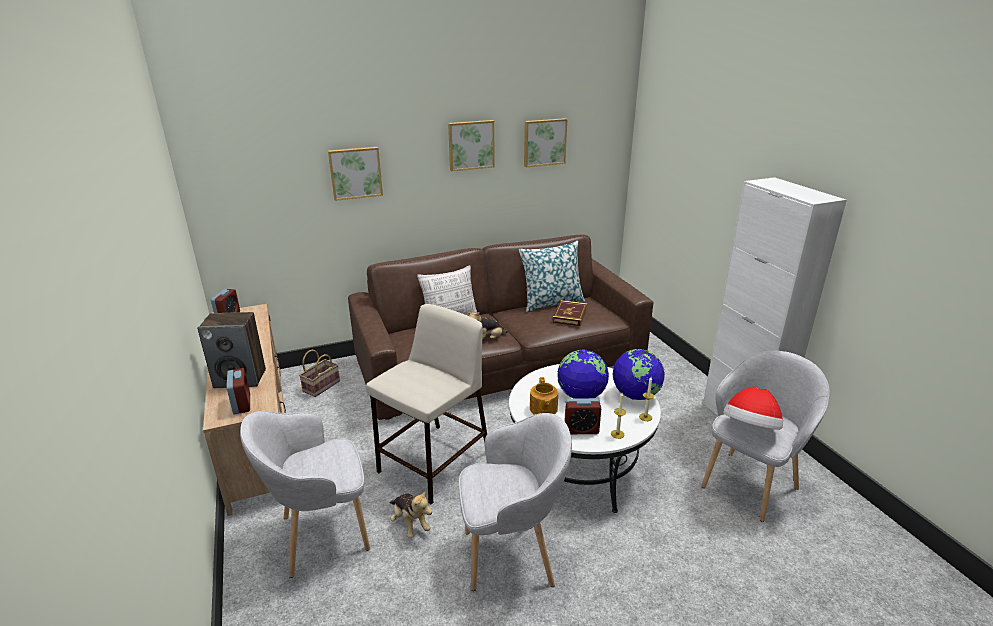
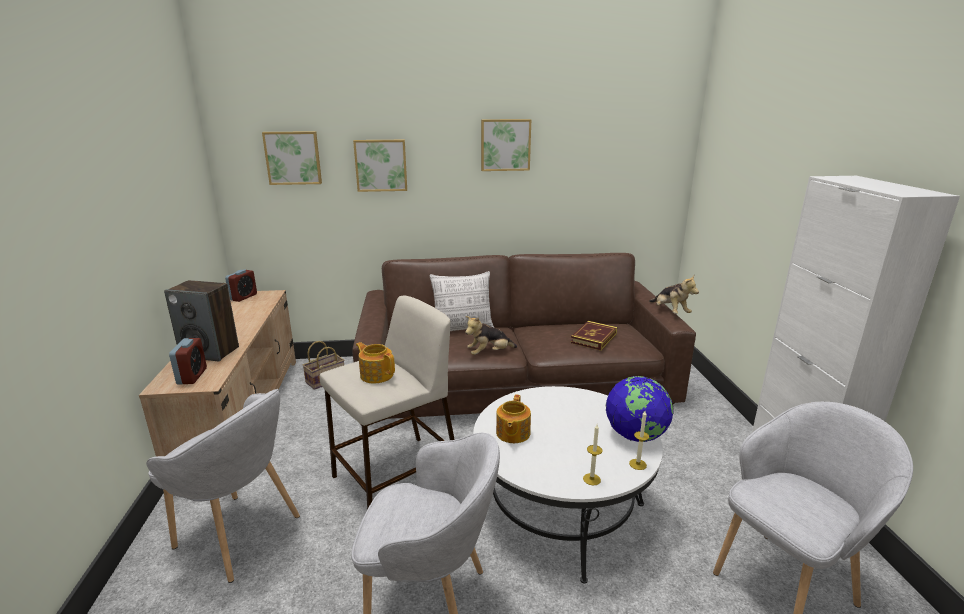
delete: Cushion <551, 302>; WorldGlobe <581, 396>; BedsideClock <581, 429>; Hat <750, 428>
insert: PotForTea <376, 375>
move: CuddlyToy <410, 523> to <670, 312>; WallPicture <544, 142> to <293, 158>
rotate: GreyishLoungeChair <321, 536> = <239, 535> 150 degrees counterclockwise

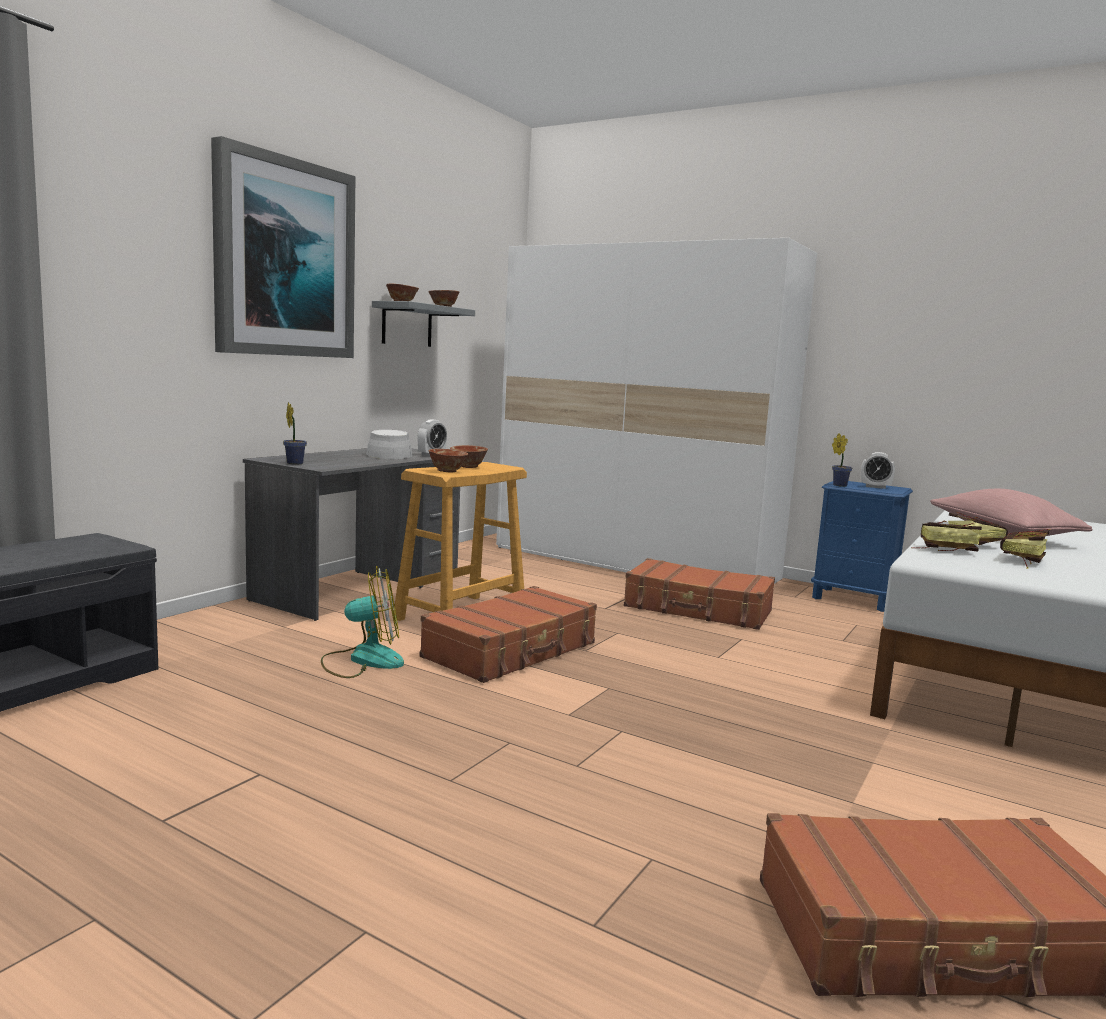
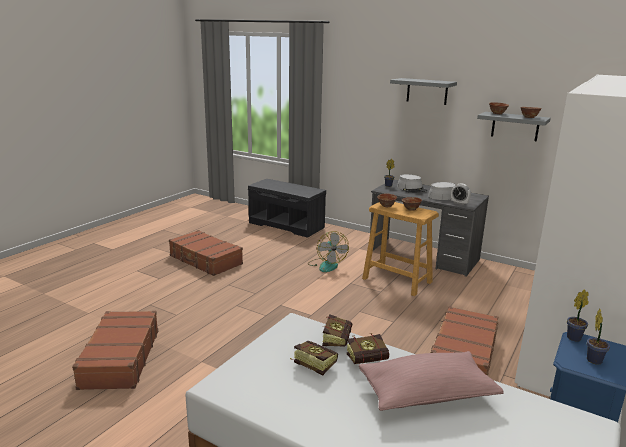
insert: GreyishHat <411, 189>
move: BrownSuitcase <512, 651> to <205, 260>
replace: WallPicture <284, 259> to GreyishBracketShelf <427, 91>; BedsideClock <875, 487> to Houseplant <593, 359>

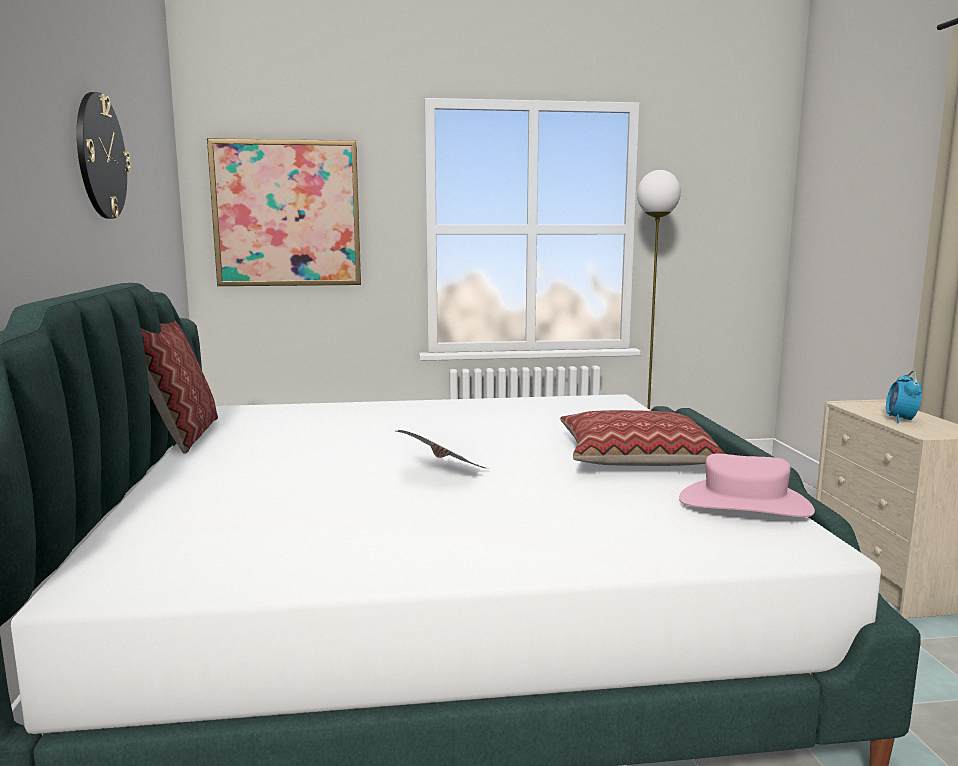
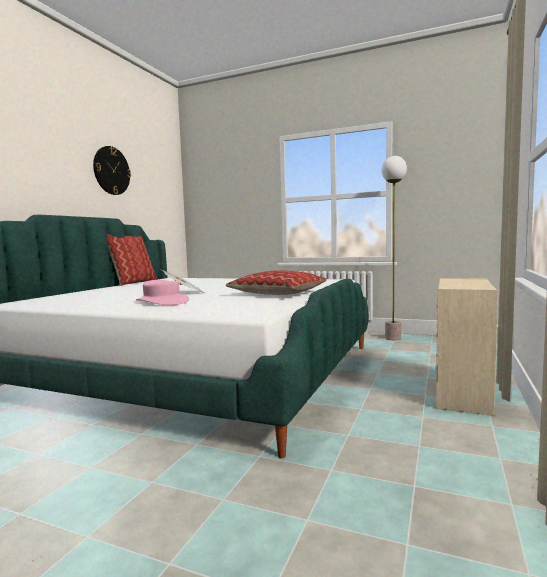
delete: WallPicture <287, 214>; BedsideClock <901, 420>
move: PinkHat <744, 504> to <162, 302>

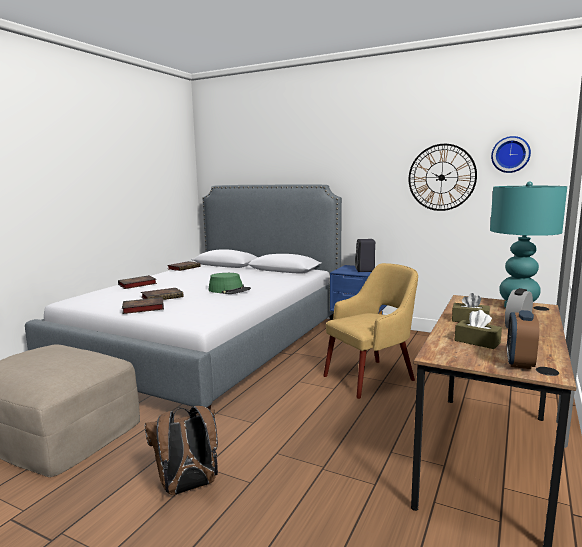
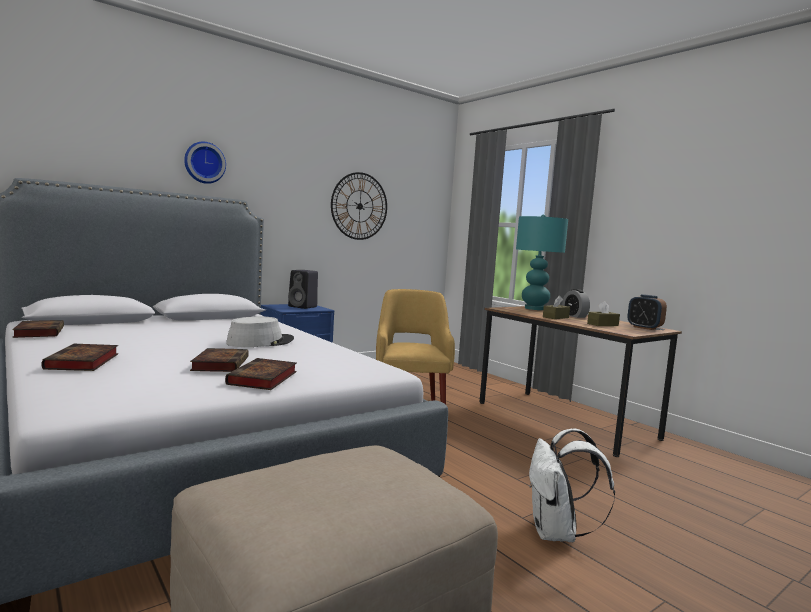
move: WallClock <510, 154> to <204, 163>
recolor: BrownBackpack <188, 487> to WhitishBackpack <557, 533>; GreenColouredHat <229, 290> to GreyishHat <260, 342>

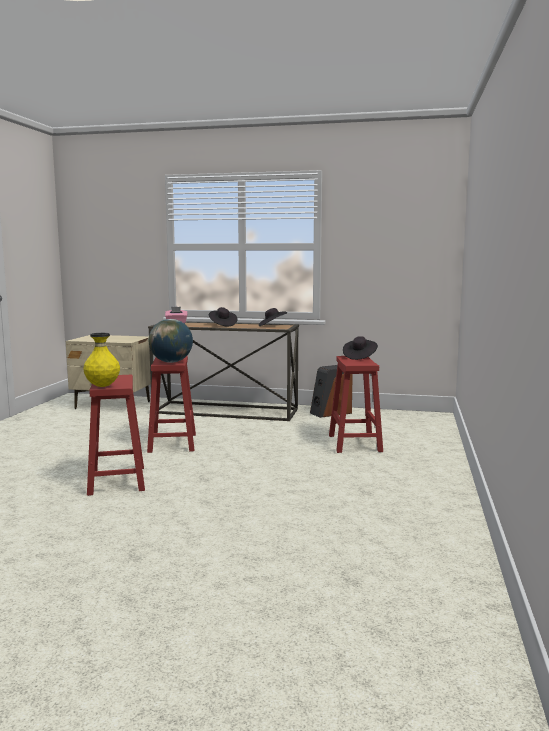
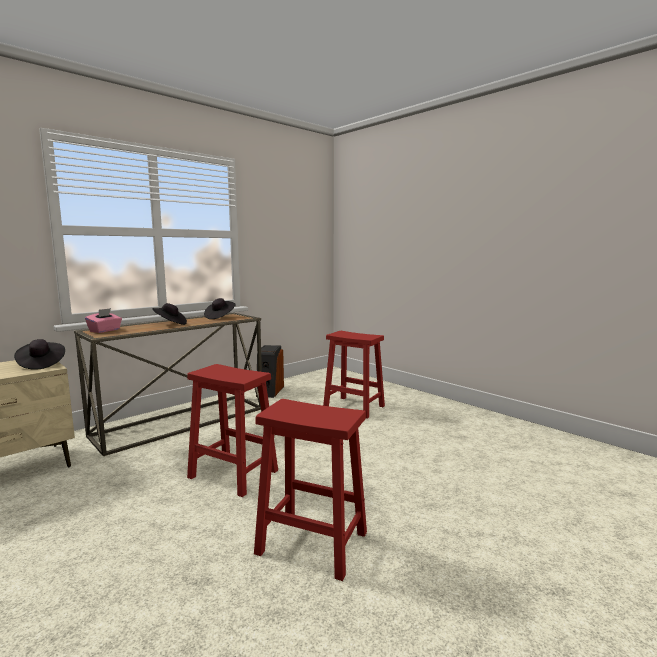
delete: YellowishFlowerVase <102, 386>; WorldGlobe <171, 362>
move: BlackColouredHat <359, 357> to <41, 364>

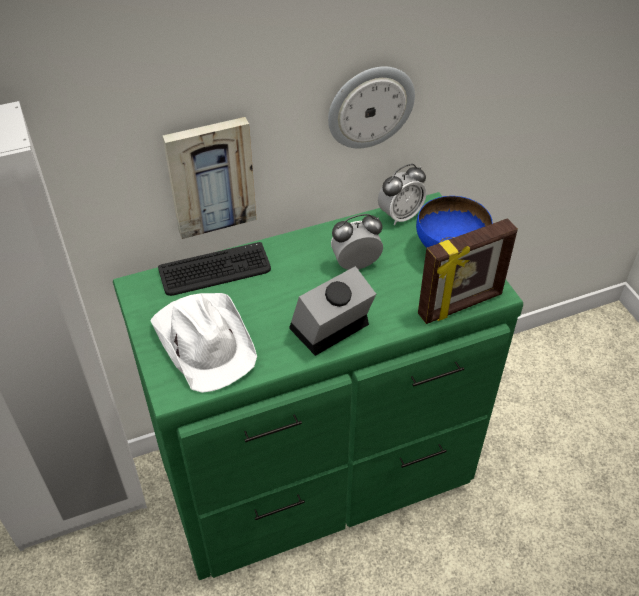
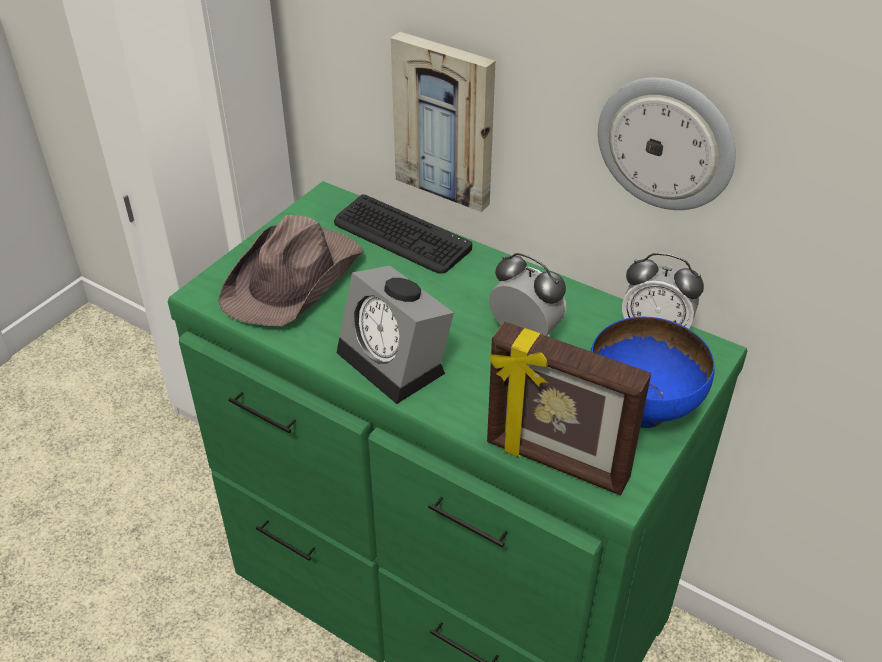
recolor: WhitishHat <205, 341> to BrownHat <295, 278>
rotate: BedsideClock <329, 330> = <397, 362> 150 degrees counterclockwise

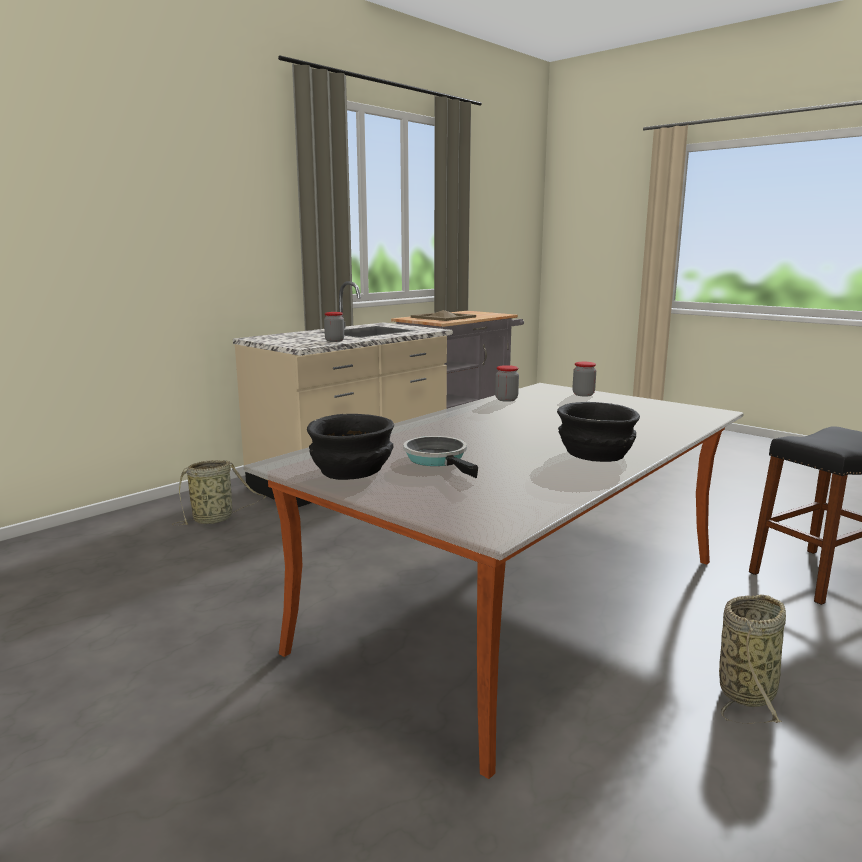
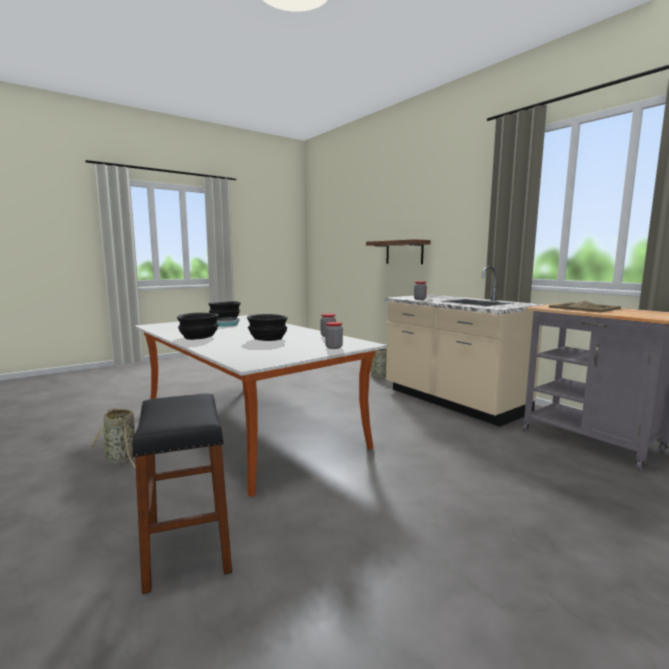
insert: BlackColouredDeepDish <267, 338>; BracketShelf <404, 252>

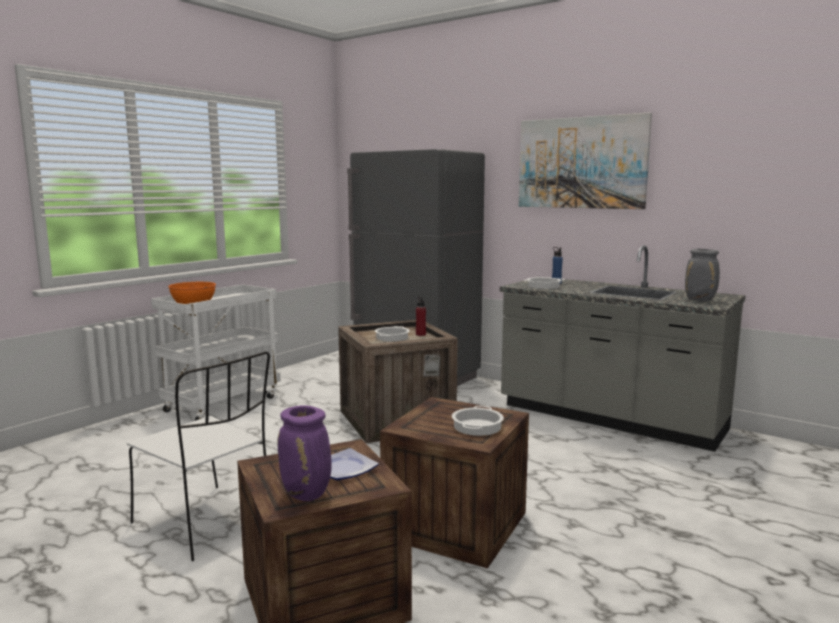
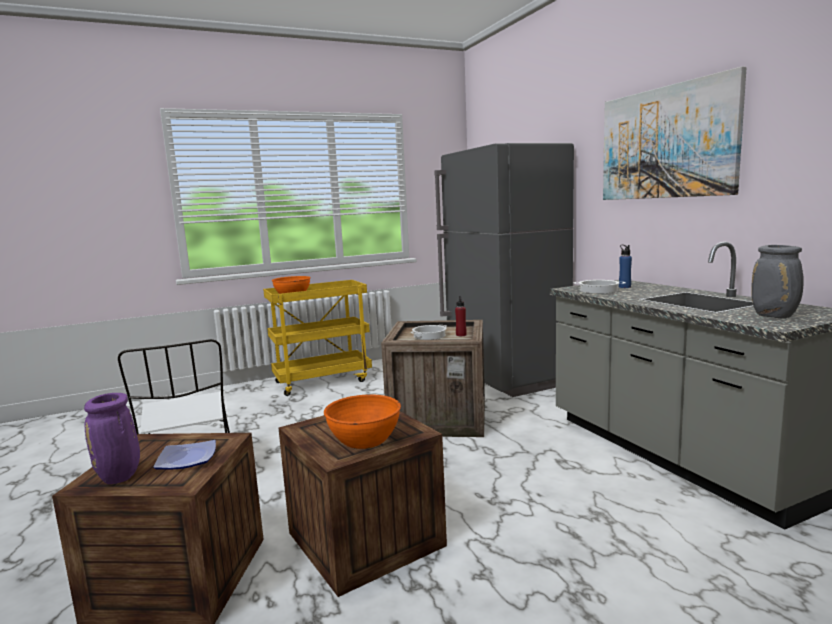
replace: Stockpot <477, 427> to OrangeyDeepDish <364, 440>
recolor: WhitishWheeledCart <223, 403> to YellowishWheeledCart <323, 381>

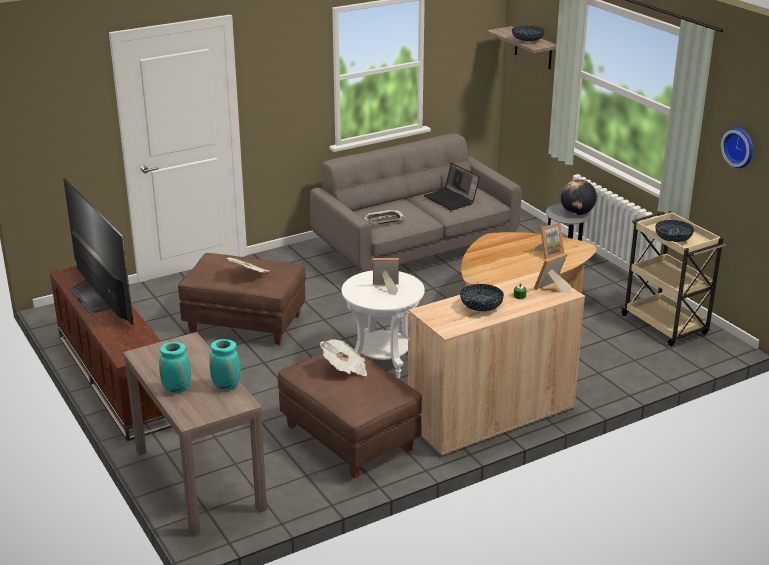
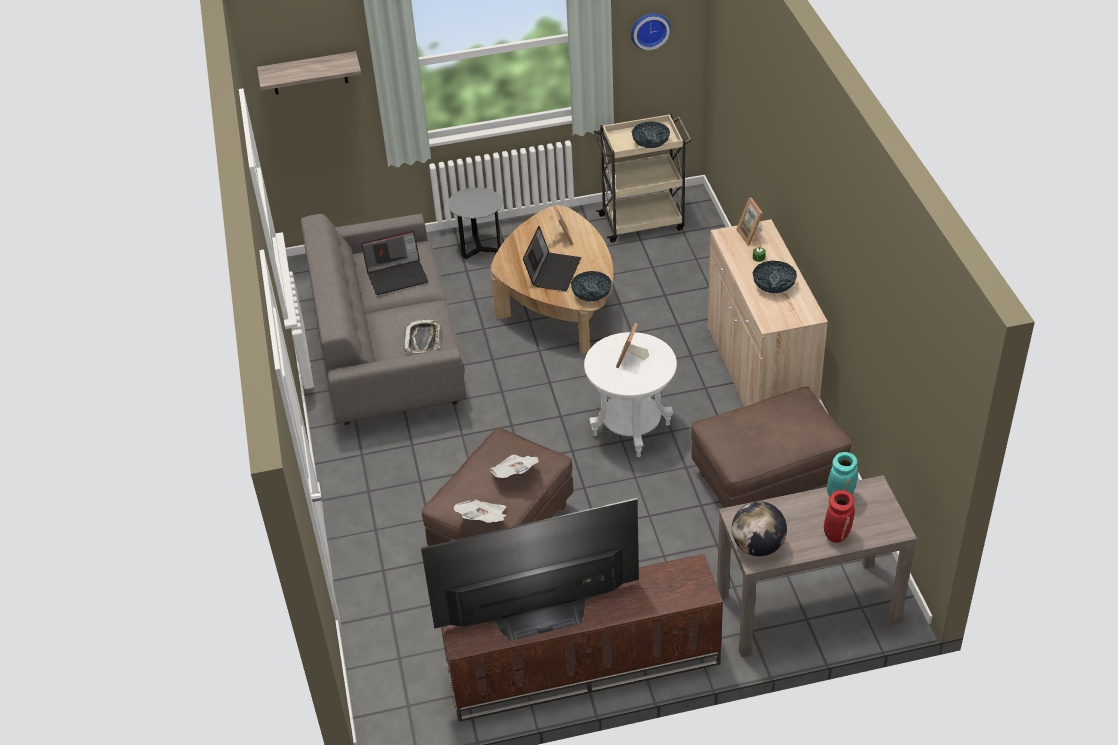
insert: Laptop <552, 271>
move: Newspaper <345, 369> to <483, 520>; DeepDish <527, 41> to <591, 295>; WorldGlobe <577, 213> to <757, 546>
recolor: BlueGreenFlowerVase <177, 389> to RedColouredFlowerVase <836, 534>

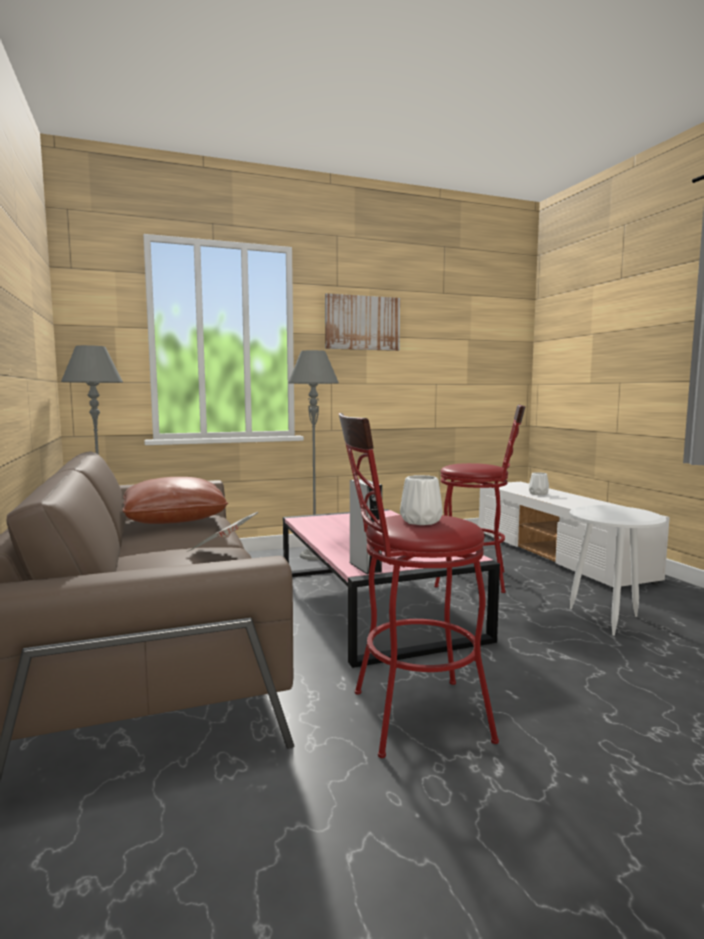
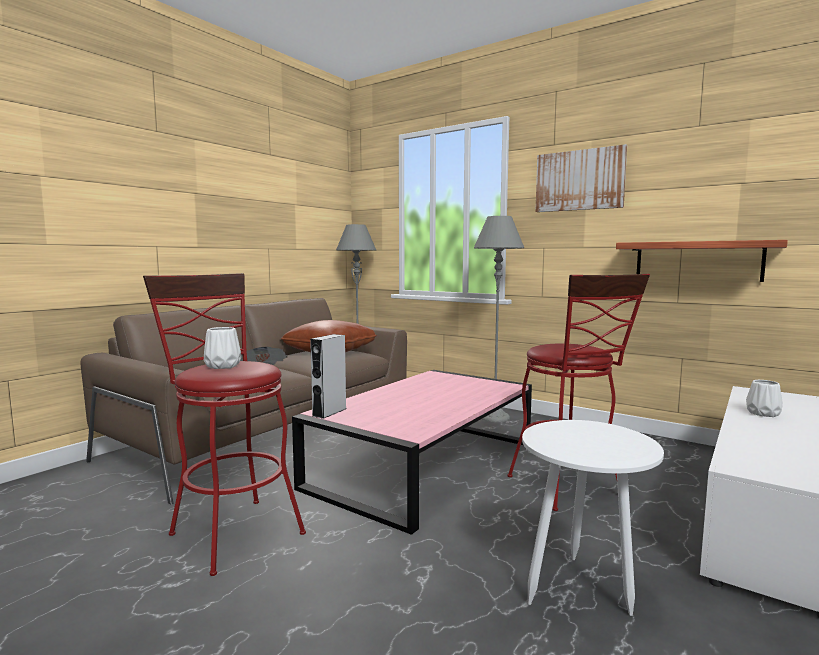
insert: BracketShelf <697, 261>

